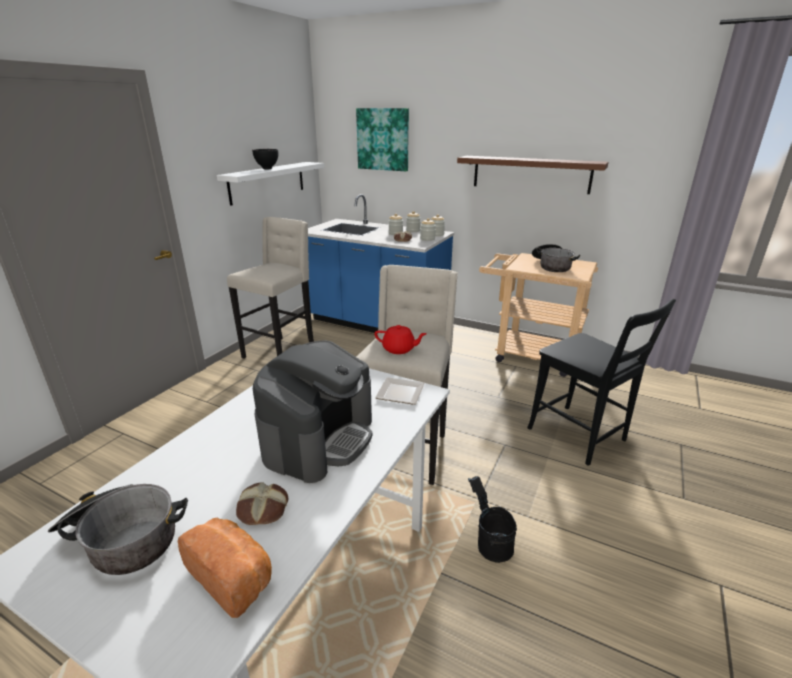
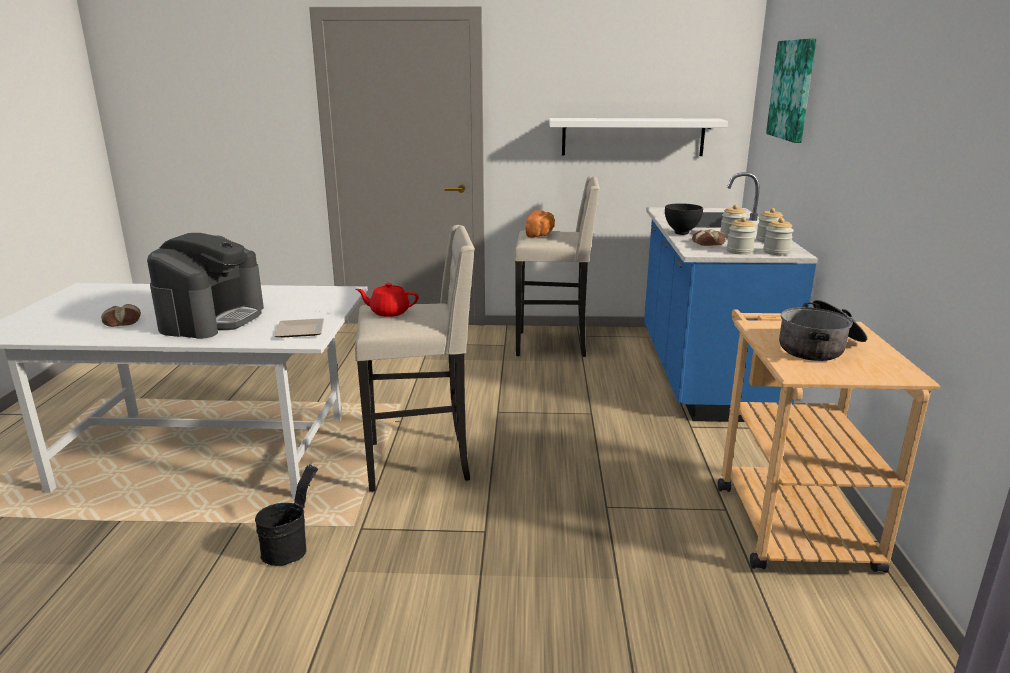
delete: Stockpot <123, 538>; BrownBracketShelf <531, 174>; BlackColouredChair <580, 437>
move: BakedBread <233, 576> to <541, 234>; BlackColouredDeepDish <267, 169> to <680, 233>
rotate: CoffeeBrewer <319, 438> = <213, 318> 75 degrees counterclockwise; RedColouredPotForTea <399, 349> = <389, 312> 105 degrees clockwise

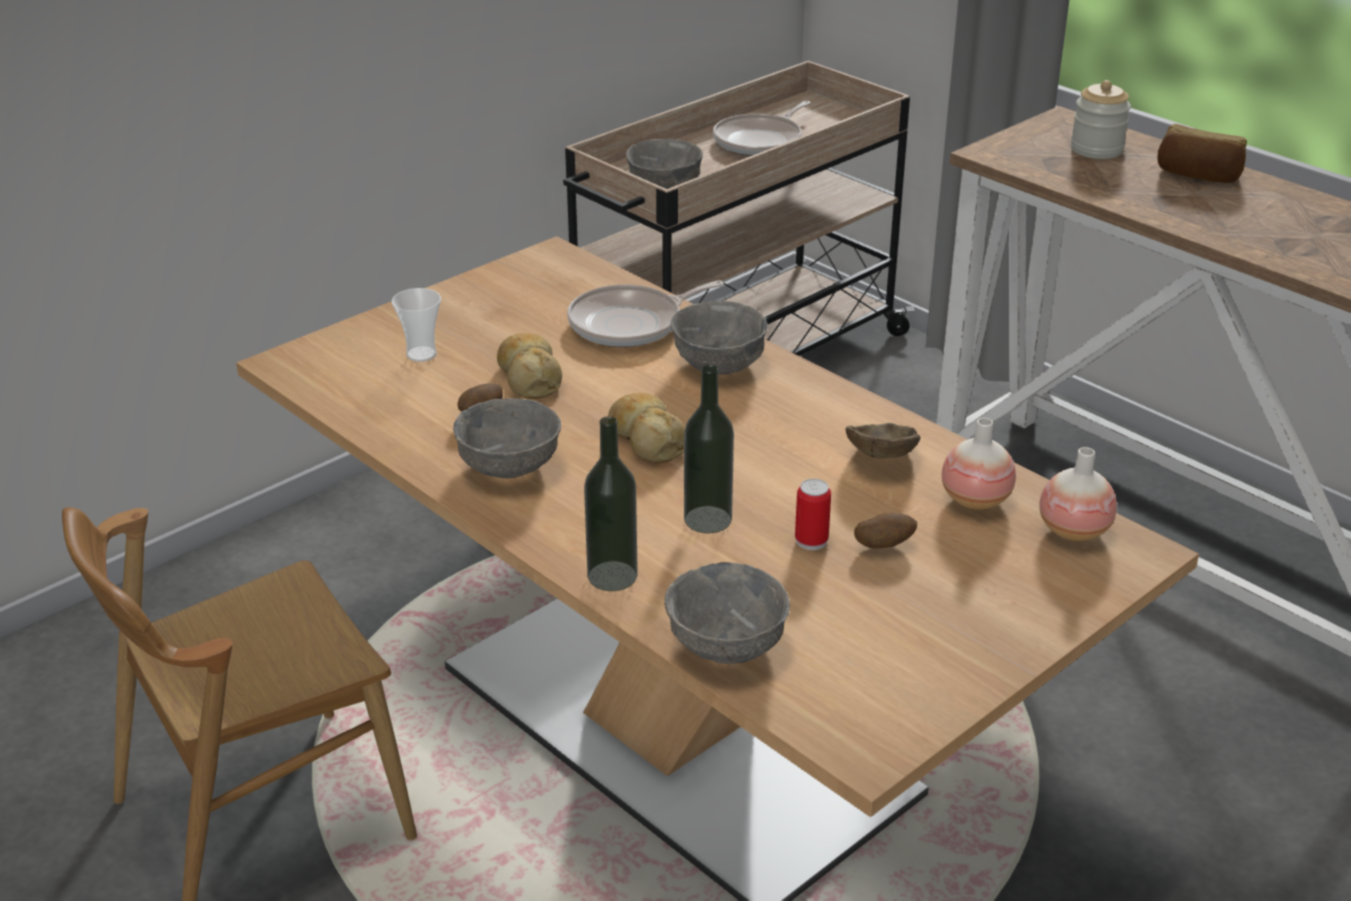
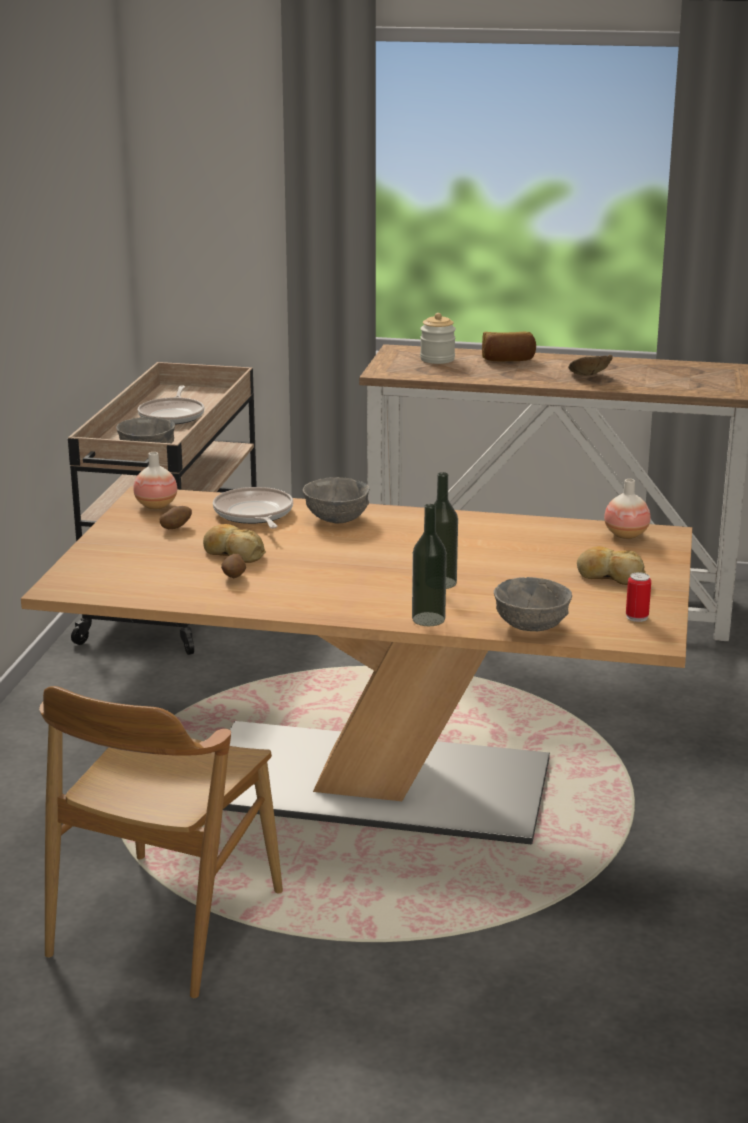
delete: Cup <421, 354>; GreyishDeepDish <508, 467>
move: BakedBread <646, 439> to <610, 576>; MetalCan <811, 540> to <637, 617>; BrownDeepDish <883, 456> to <588, 376>; WholePotato <884, 546> to <176, 528>; FlowerVase <975, 500> to <156, 506>
rotate: Skillet <631, 324> = <254, 514> 135 degrees clockwise

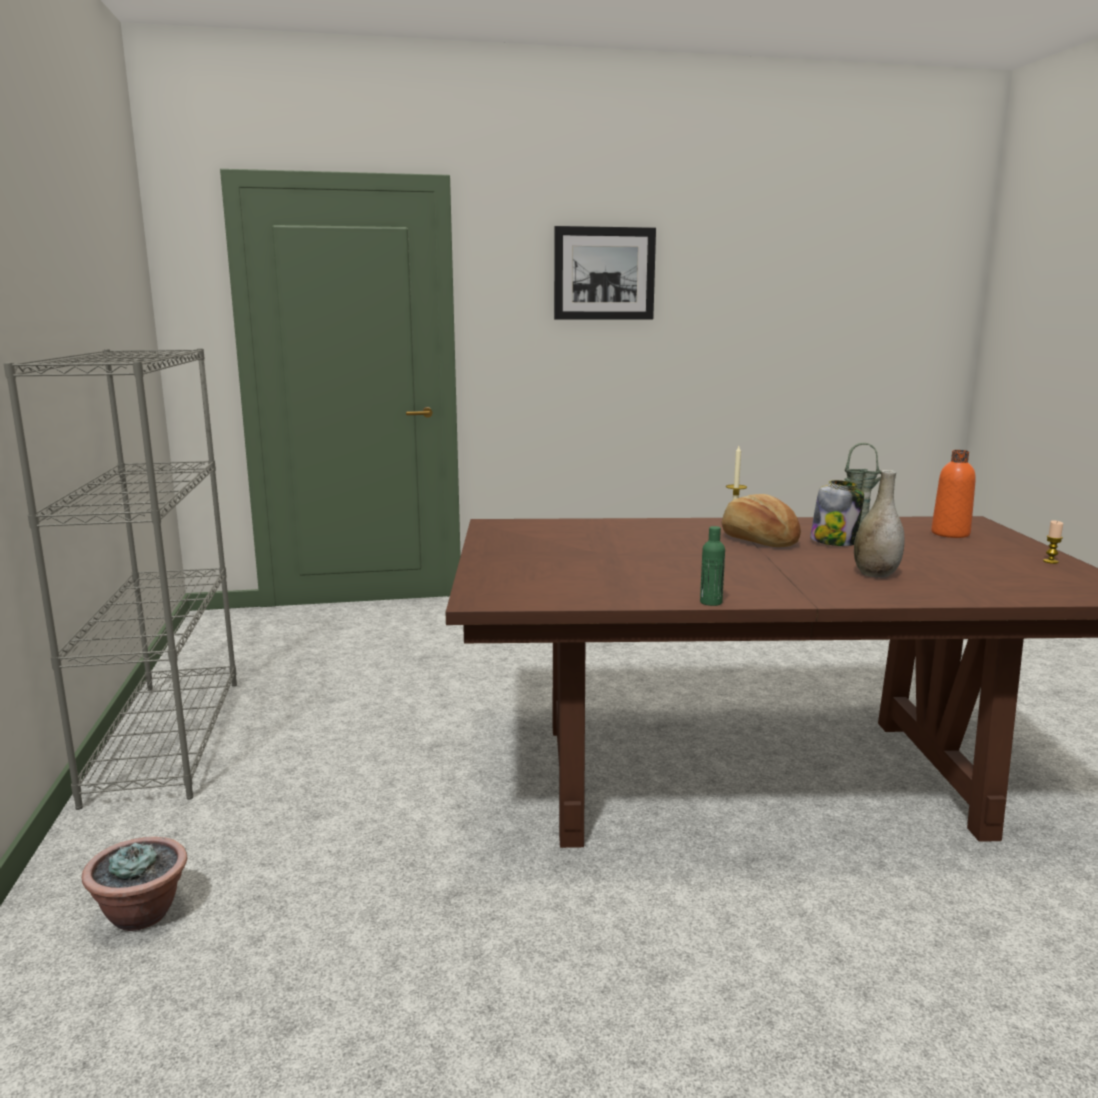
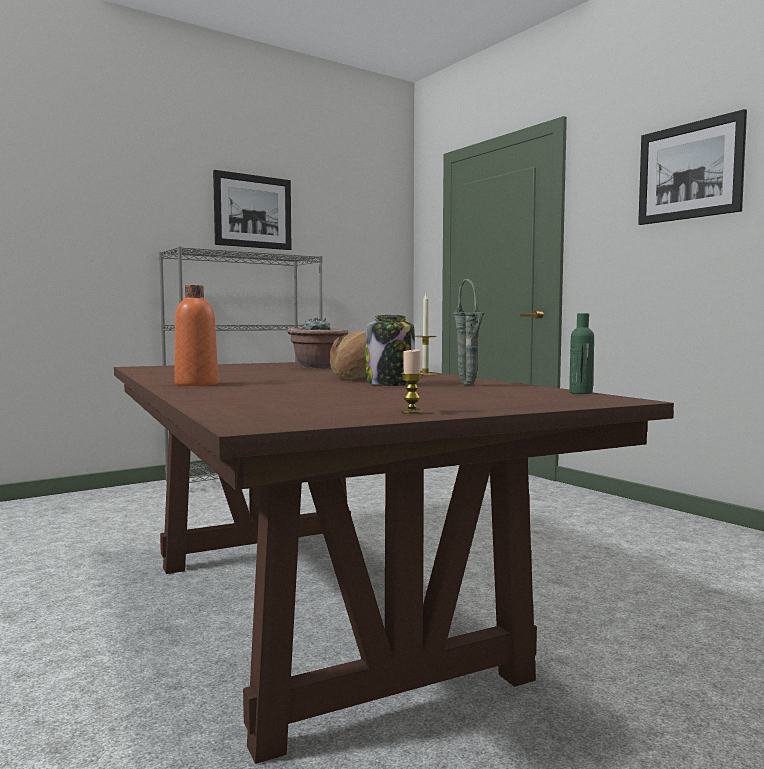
delete: GreyishFlowerVase <875, 574>
insert: WallPicture <253, 211>
move: Houseplant <142, 914> to <318, 367>; GreenColouredDrinkBottle <711, 602> to <580, 393>; OrangeyDrinkBottle <950, 534> to <196, 384>

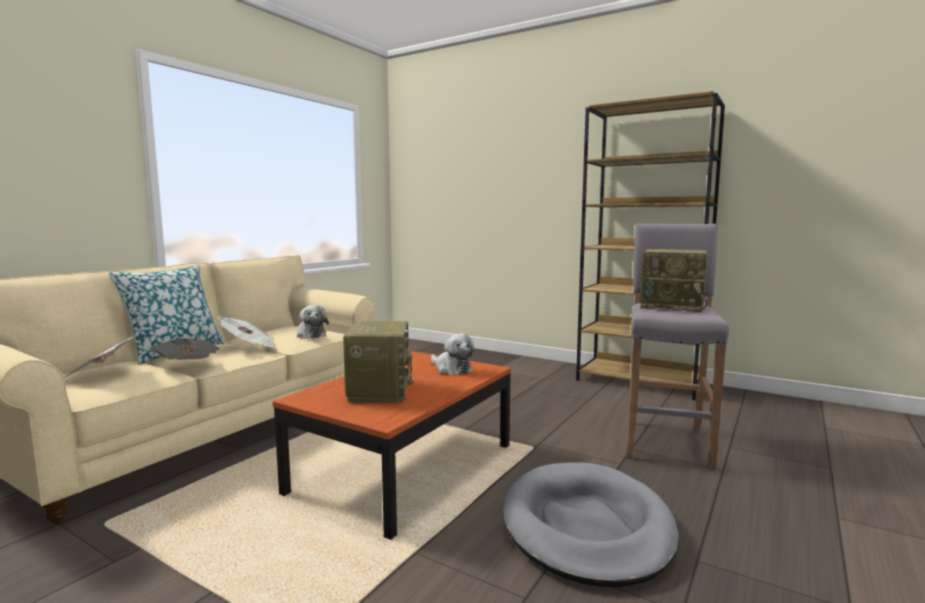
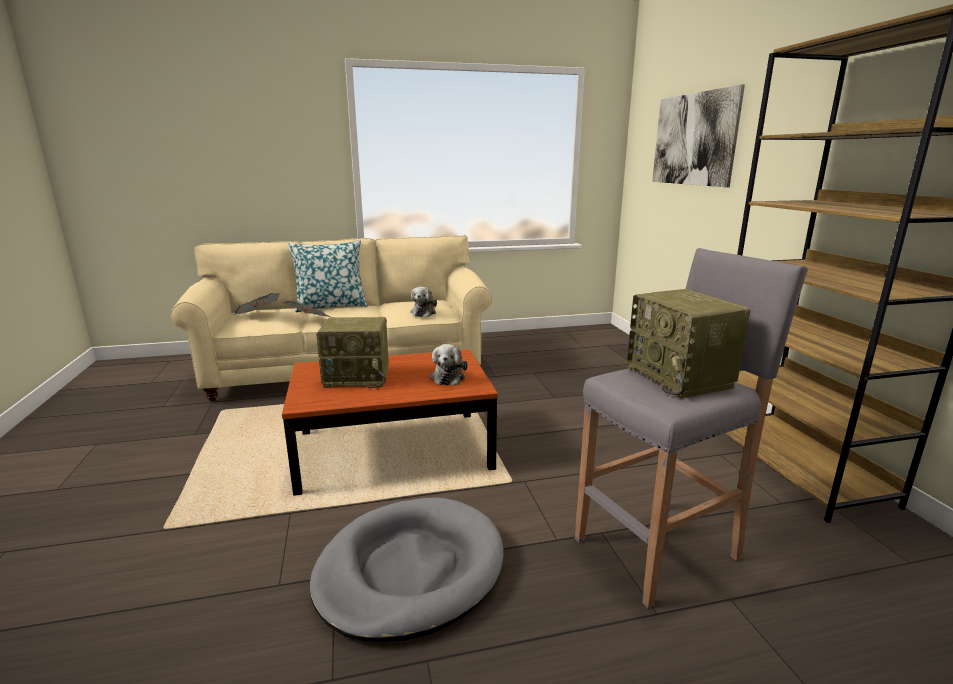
delete: Newspaper <250, 347>
insert: WallPicture <693, 139>
rotate: RadioSet <379, 390> = <358, 377> 45 degrees clockwise

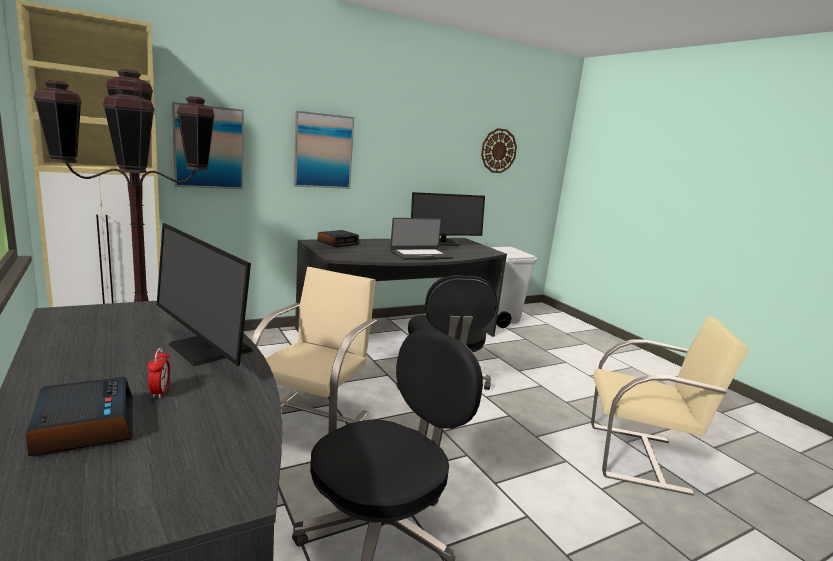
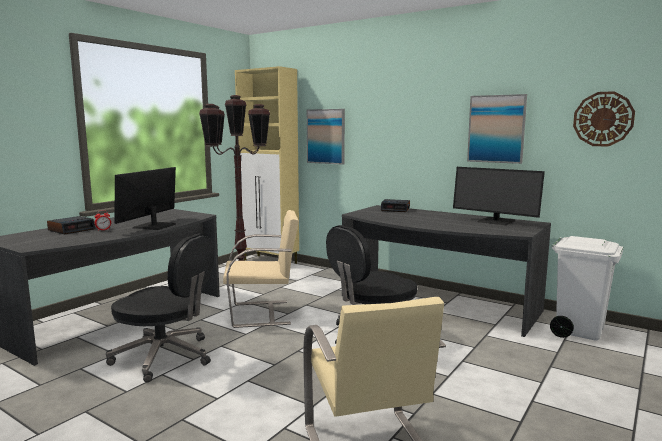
delete: Laptop <420, 254>
move: WallPicture <323, 151> to <496, 129>

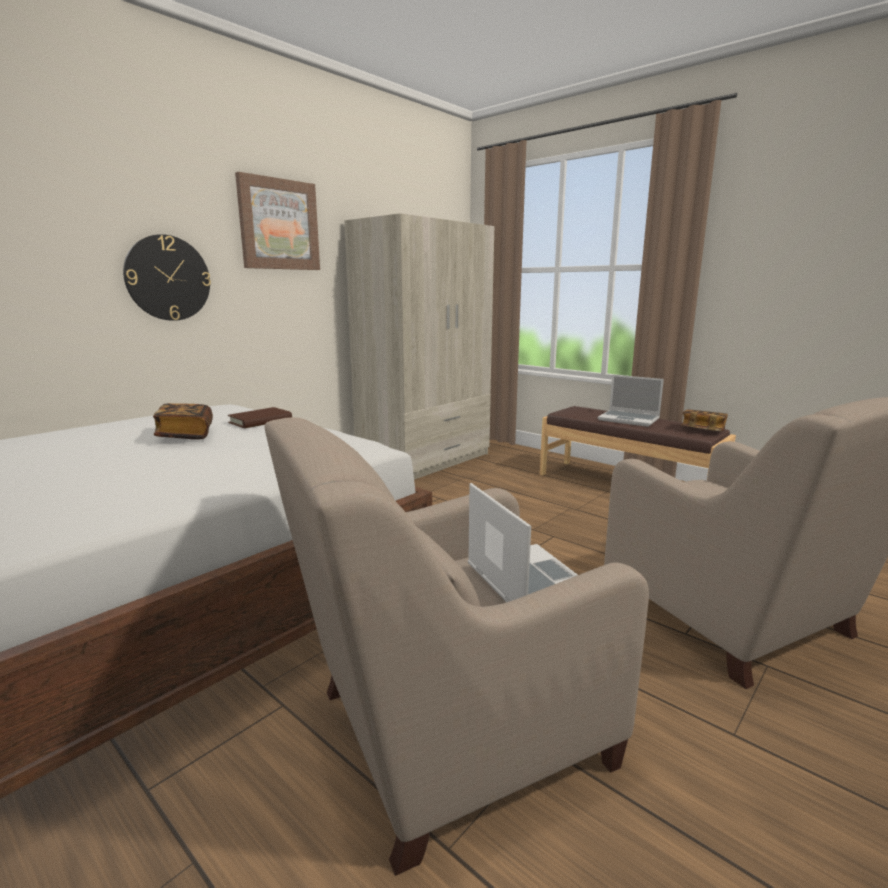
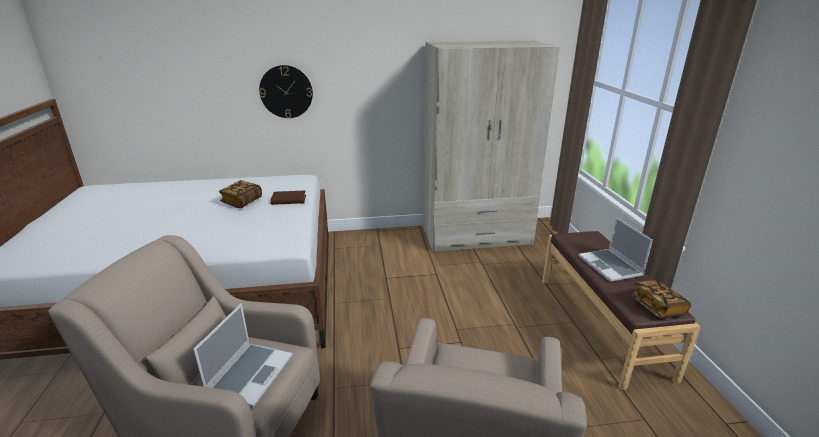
delete: WallPicture <279, 225>

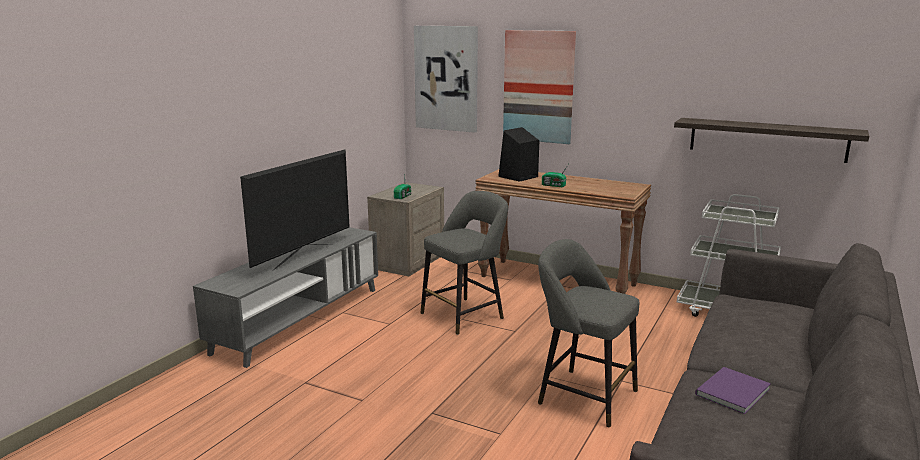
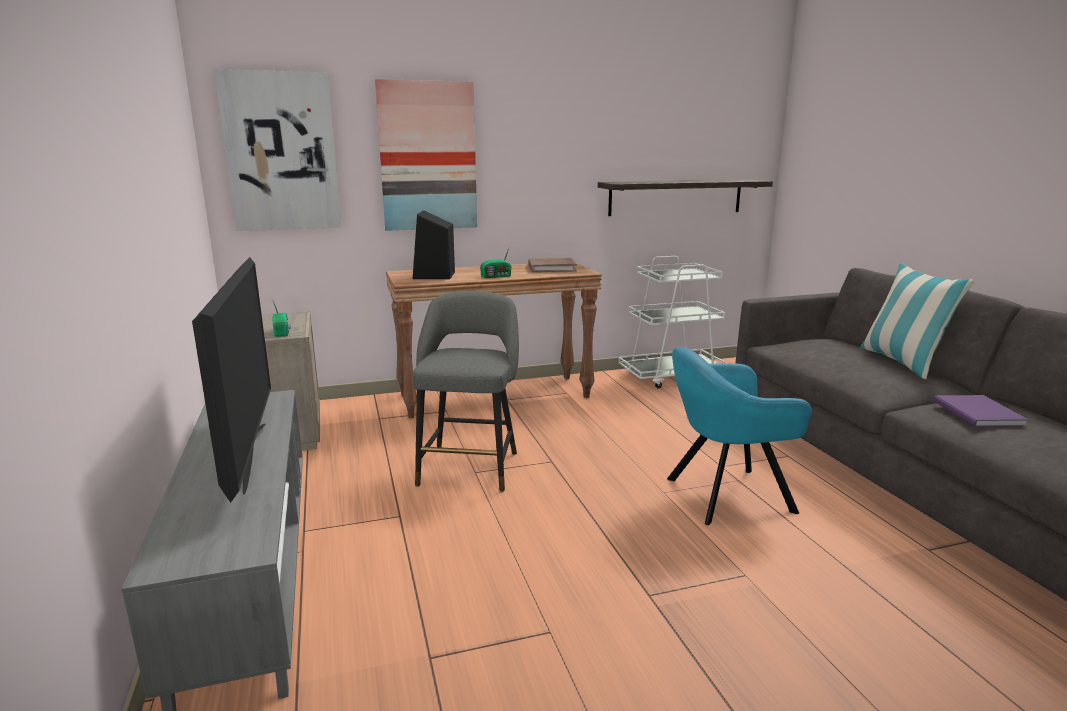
insert: BrownBook <551, 268>; Cushion <902, 362>
replace: GreyishStool <582, 395> to BlueGreenLoungeChair <724, 495>

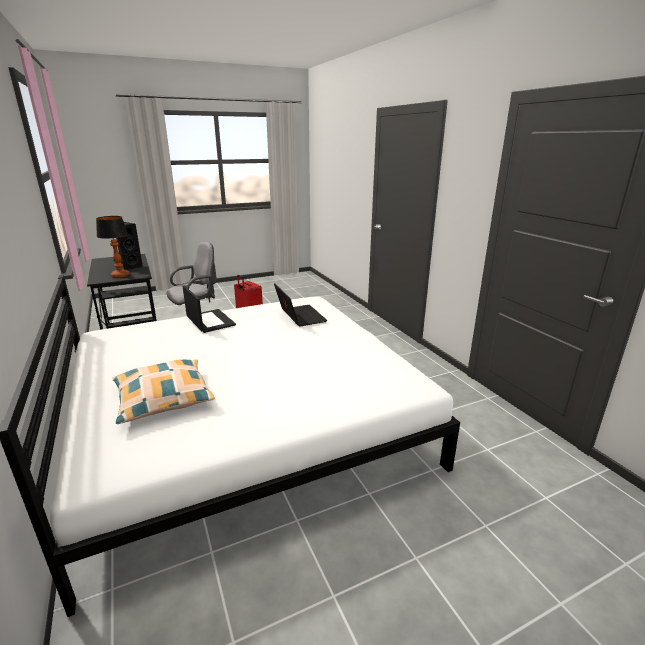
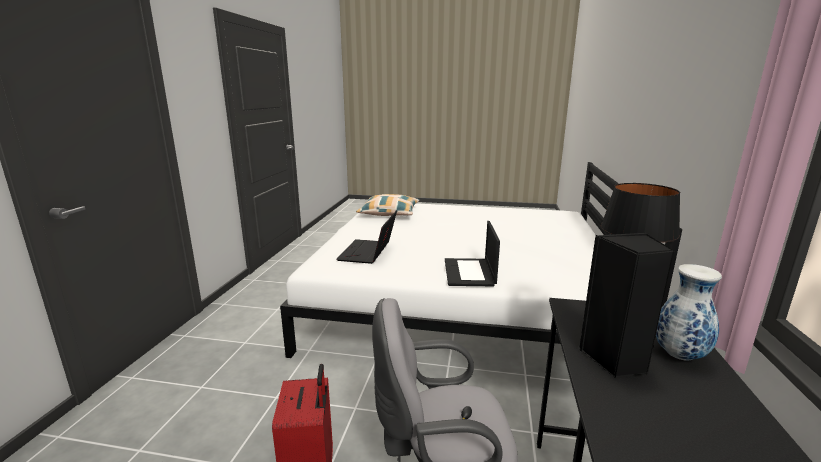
insert: FlowerVase <678, 354>
move: Cushion <163, 398> to <389, 213>

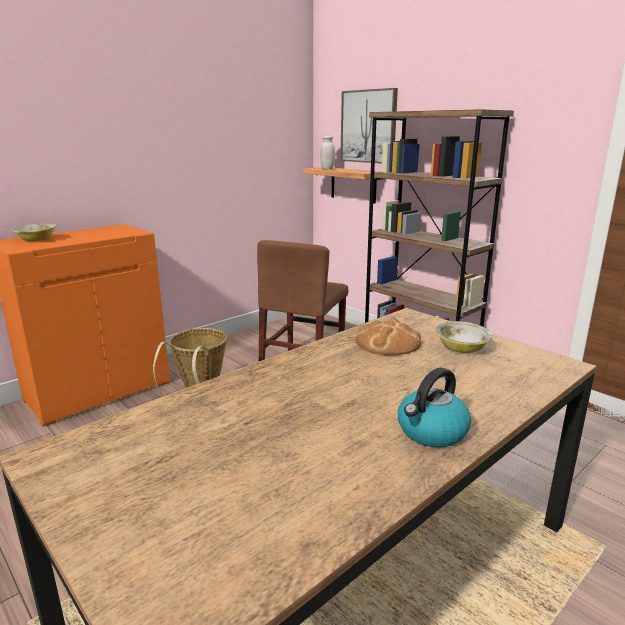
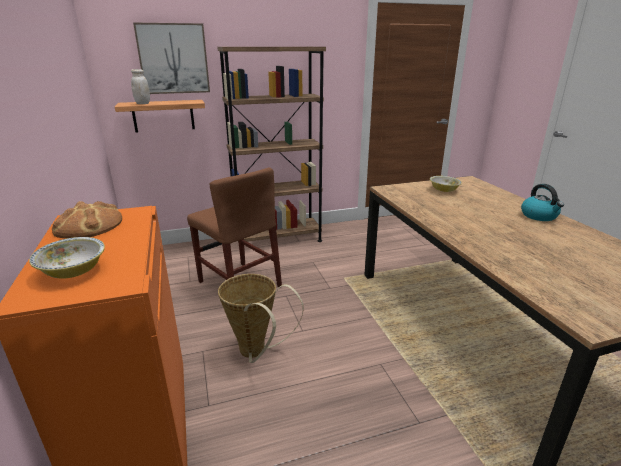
move: BakedBread <388, 342> to <88, 225>

